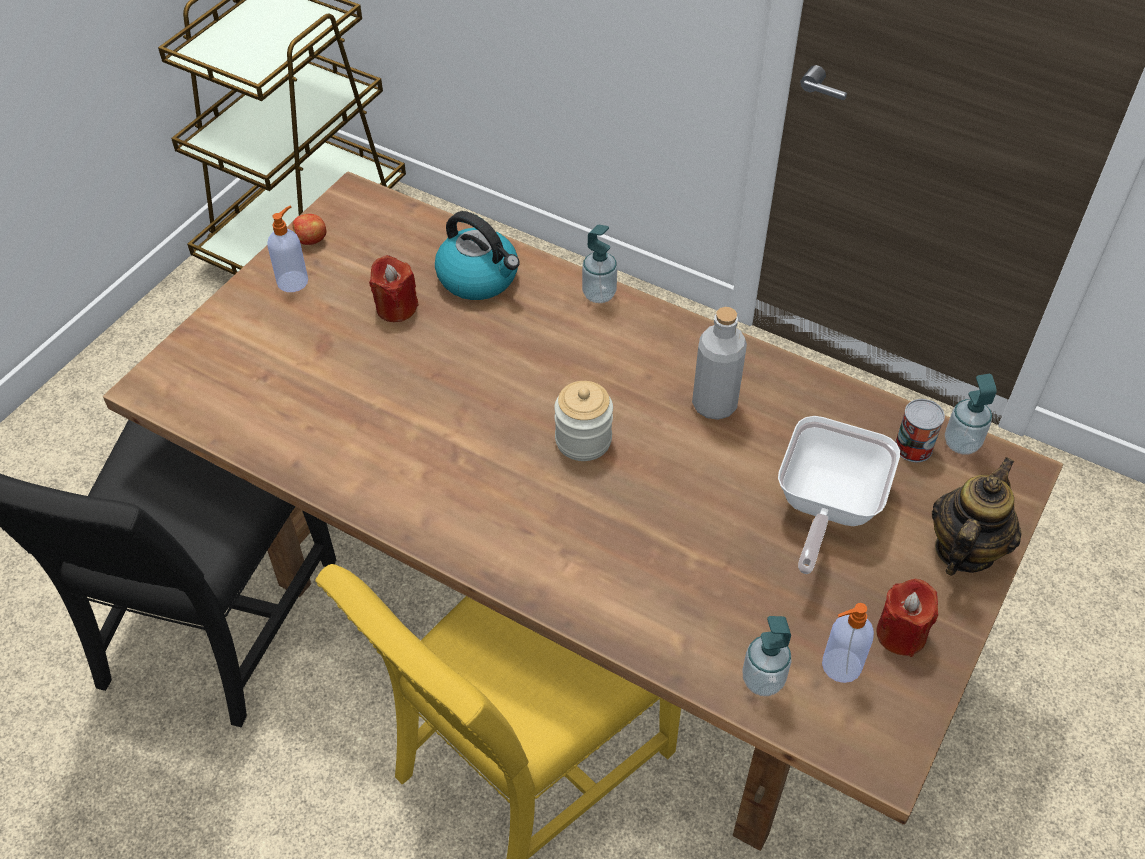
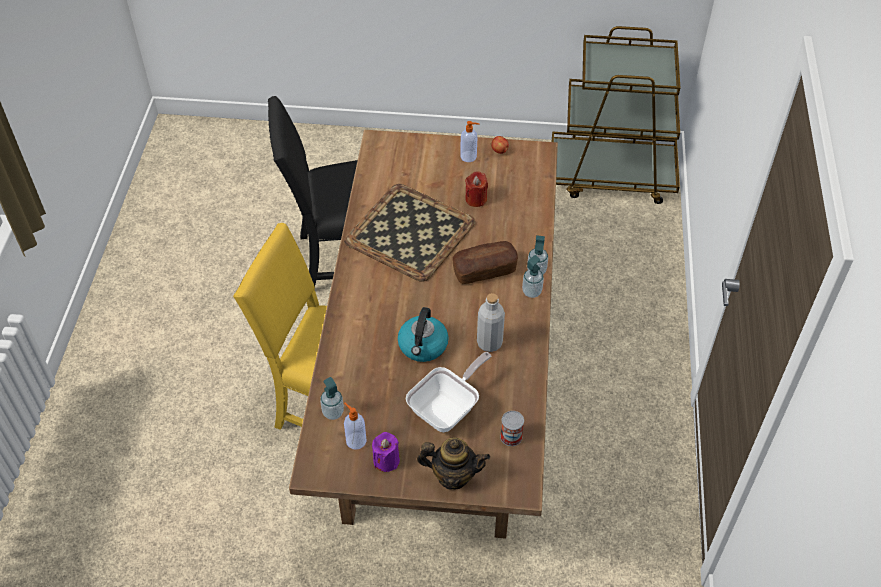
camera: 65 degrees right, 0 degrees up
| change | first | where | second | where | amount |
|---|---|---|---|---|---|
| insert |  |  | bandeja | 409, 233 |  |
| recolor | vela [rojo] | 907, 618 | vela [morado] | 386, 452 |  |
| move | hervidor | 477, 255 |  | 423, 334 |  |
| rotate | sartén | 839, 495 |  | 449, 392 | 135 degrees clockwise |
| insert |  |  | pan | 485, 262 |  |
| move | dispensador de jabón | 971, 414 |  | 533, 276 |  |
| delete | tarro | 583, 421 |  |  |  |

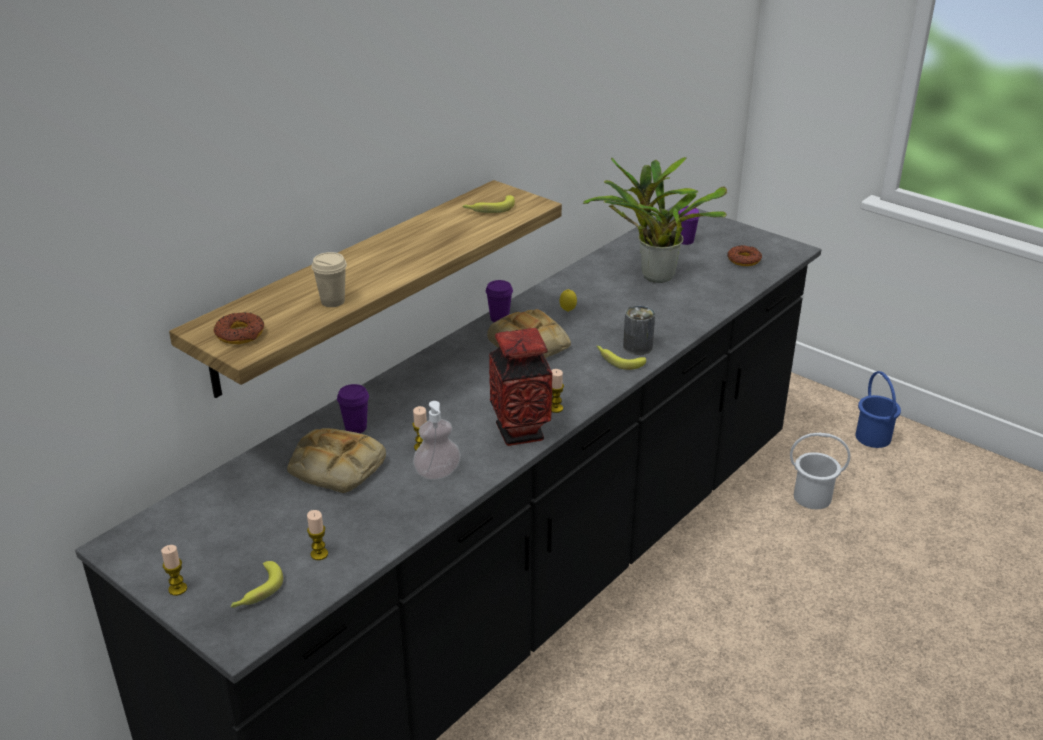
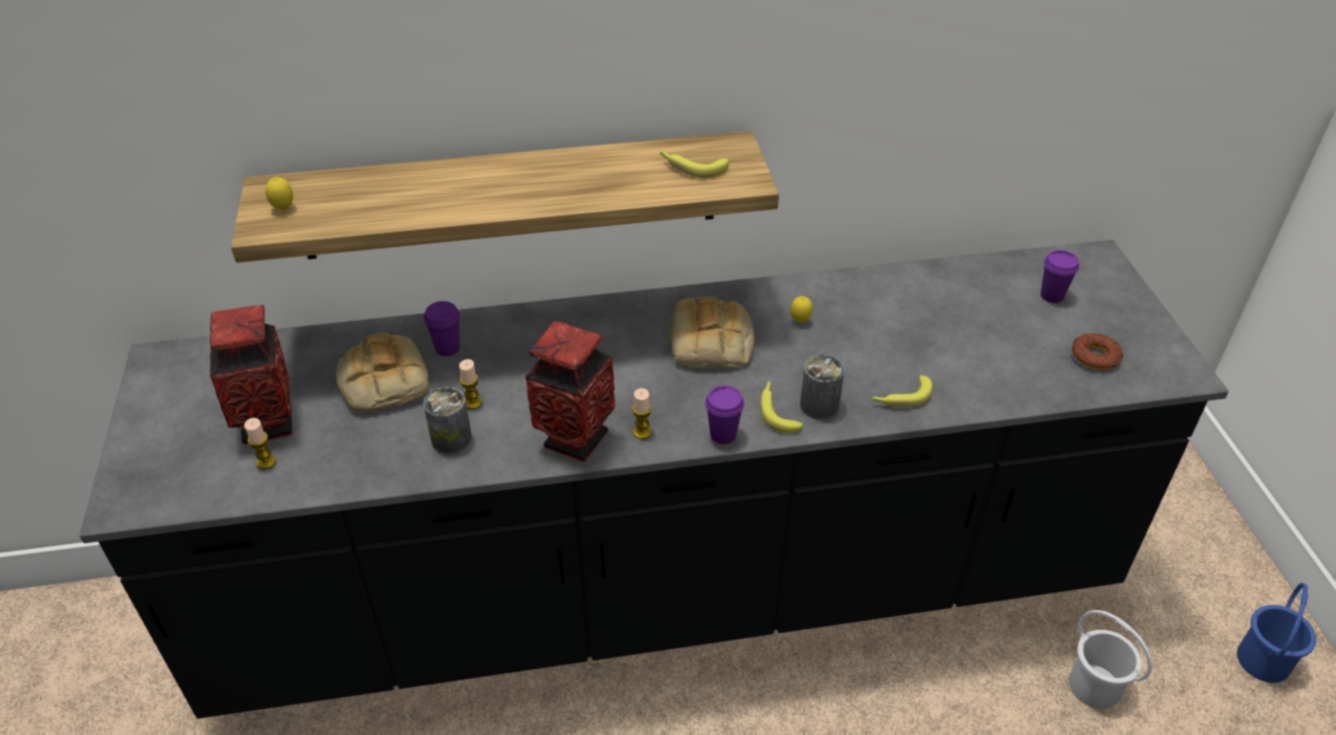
camera: 40 degrees right, 10 degrees up
| change | first | where | second | where | amount |
|---|---|---|---|---|---|
| insert |  |  | florero | 251, 374 |  |
| replace | rosquilla | 239, 328 | limón | 279, 193 |  |
| replace | dispensador de jabón | 437, 440 | lata | 447, 420 |  |
| move | taza [morado] | 499, 301 |  | 724, 414 |  |
| move | plátano | 257, 584 |  | 902, 391 |  |
| delete | vela | 174, 570 |  |  |  |
| delete | taza [beis] | 329, 279 |  |  |  |
| delete | planta en maceta | 655, 220 |  |  |  |

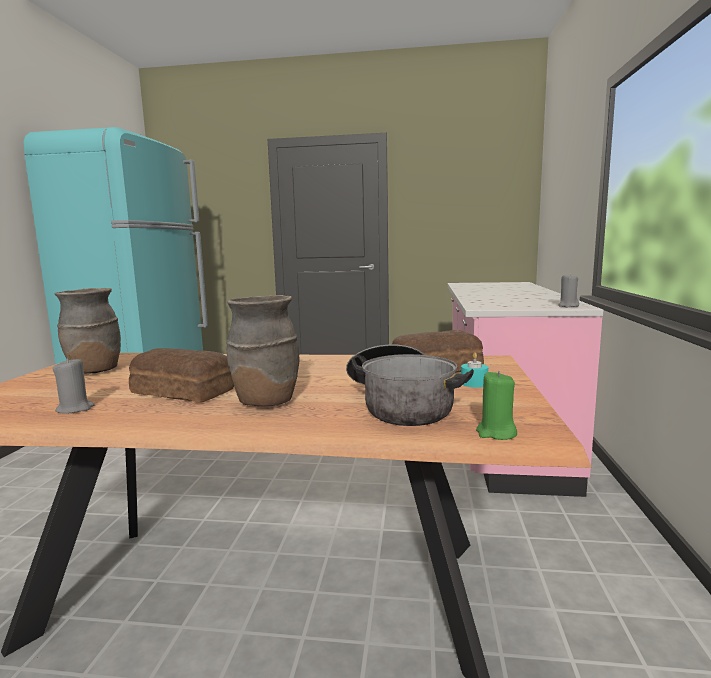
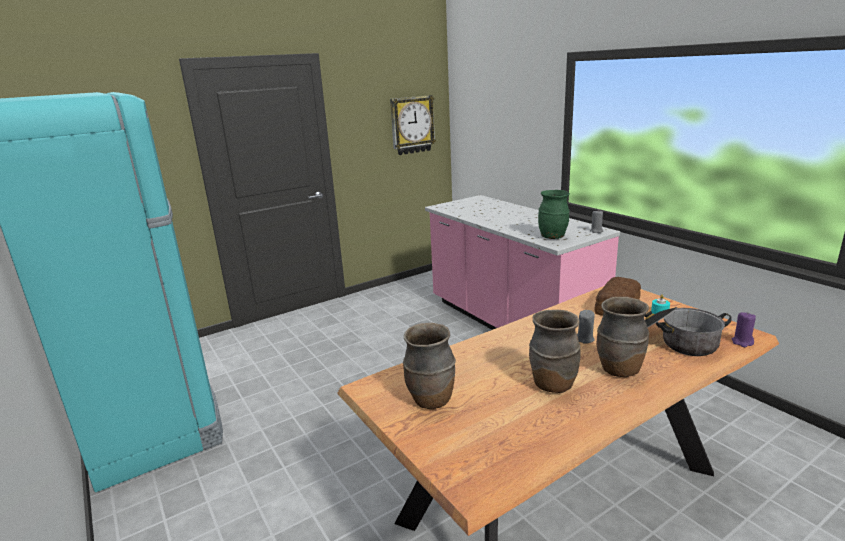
camera: 40 degrees left, 10 degrees up
| change | first | where | second | where | amount |
|---|---|---|---|---|---|
| insert |  |  | reloj de pared | 413, 125 |  |
| replace | pan | 181, 375 | florero [marrón] | 555, 351 |  |
| insert |  |  | florero [verde] | 554, 214 |  |
| move | vela [gris] | 74, 385 |  | 586, 327 |  |
| recolor | vela [verde] | 496, 405 | vela [morado] | 744, 329 |  |

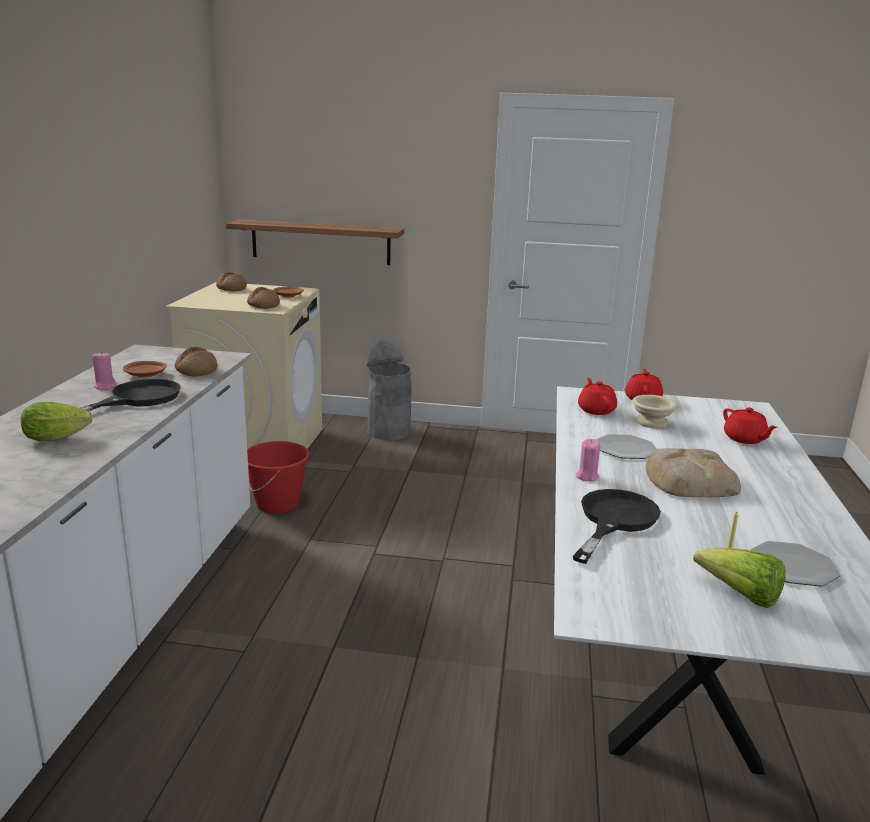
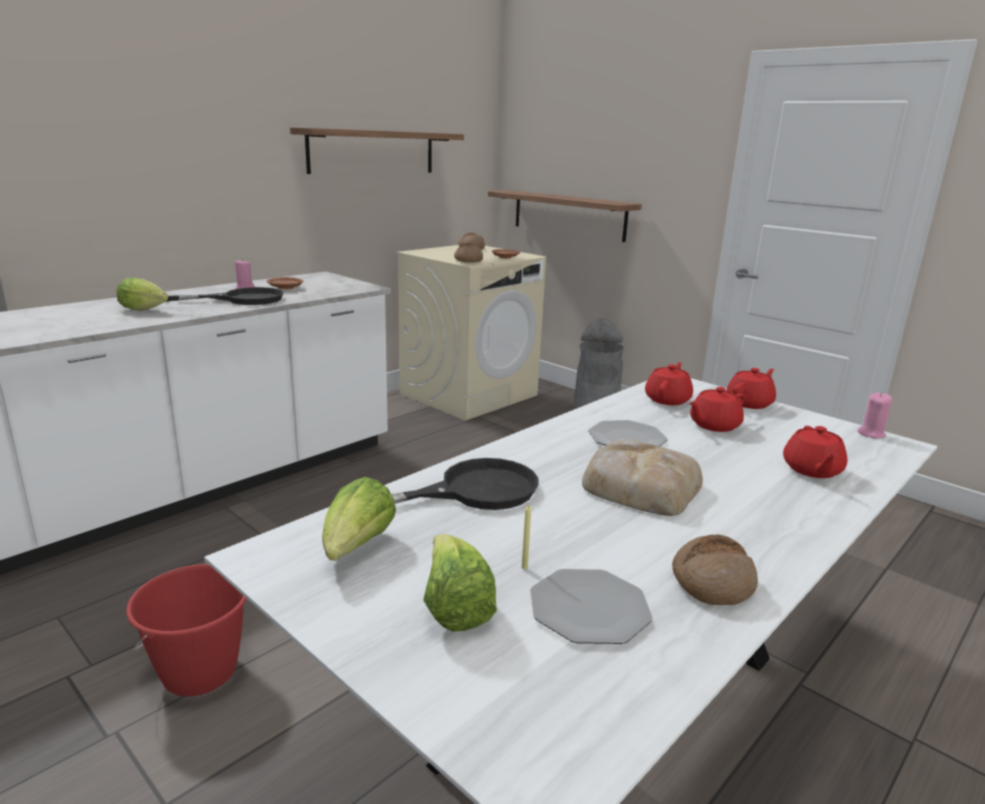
camera: 35 degrees right, 0 degrees up
| change | first | where | second | where | amount |
|---|---|---|---|---|---|
| move | cubo [rojo] | 278, 477 |  | 186, 630 |  |
| insert |  |  | estante | 377, 150 |  |
| insert |  |  | lechuga | 359, 519 |  |
| move | pan | 196, 361 |  | 715, 569 |  |
| replace | cuenco [beis] | 654, 411 | tetera [rojo] | 717, 409 |  |
| move | vela [rosa] | 588, 460 |  | 874, 415 |  |

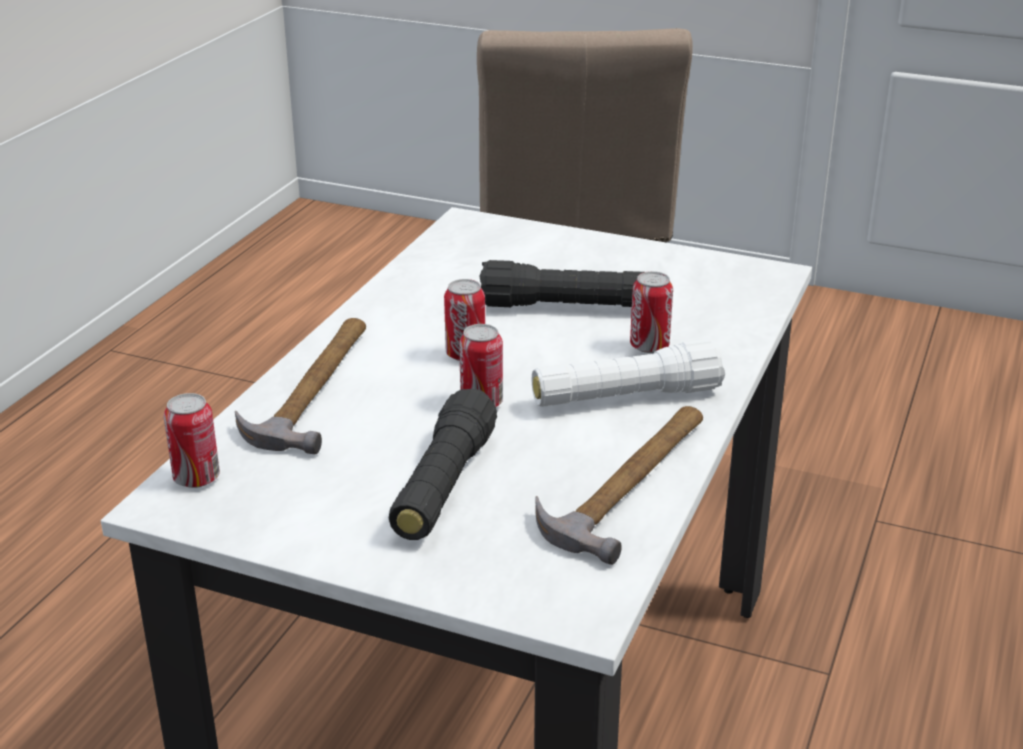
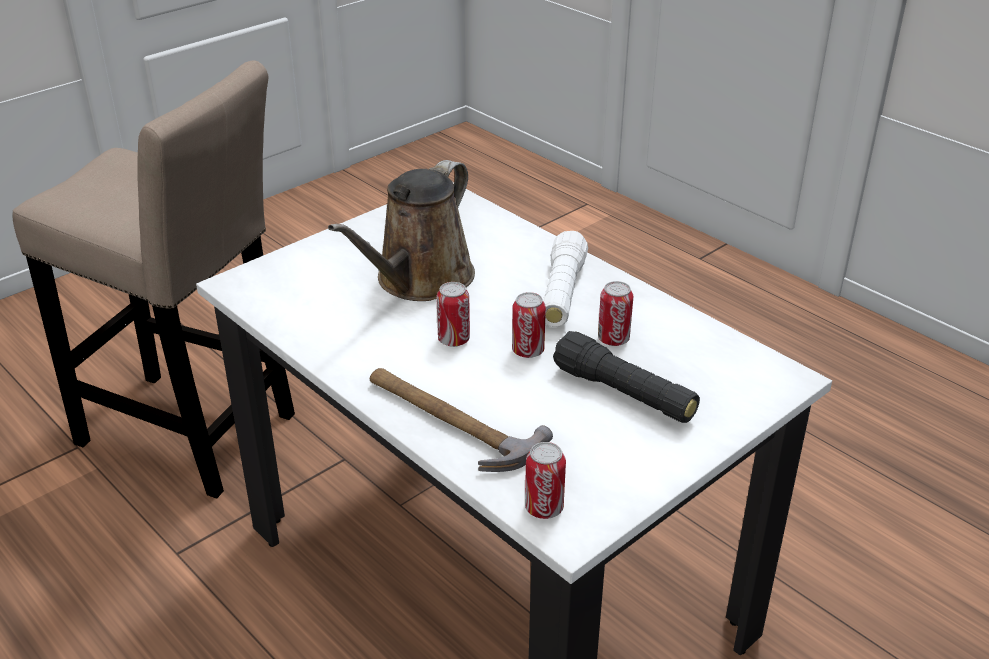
camera: 65 degrees left, 5 degrees up
| change | first | where | second | where | amount |
|---|---|---|---|---|---|
| replace | linterna [negro] | 562, 283 | regadera [marrón] | 401, 230 |  |
| move | lata | 651, 312 |  | 615, 313 |  |
| delete | martillo | 619, 485 |  |  |  |

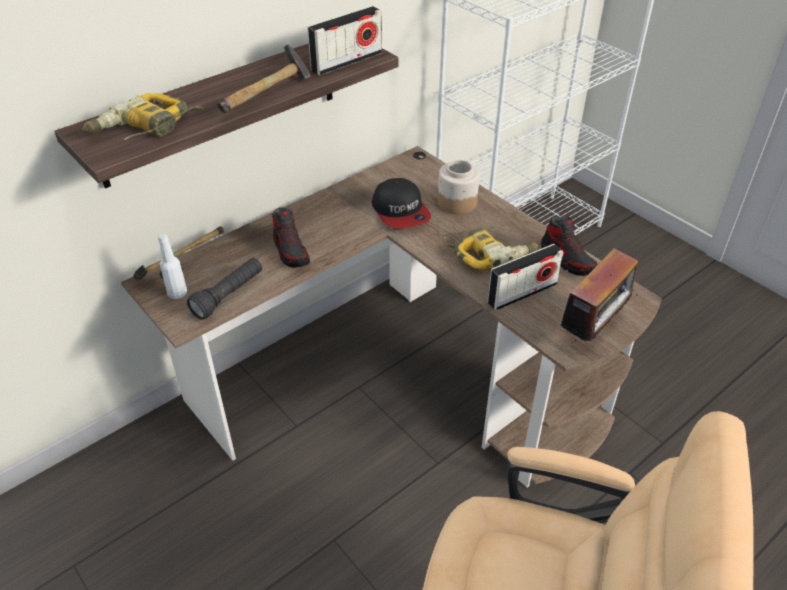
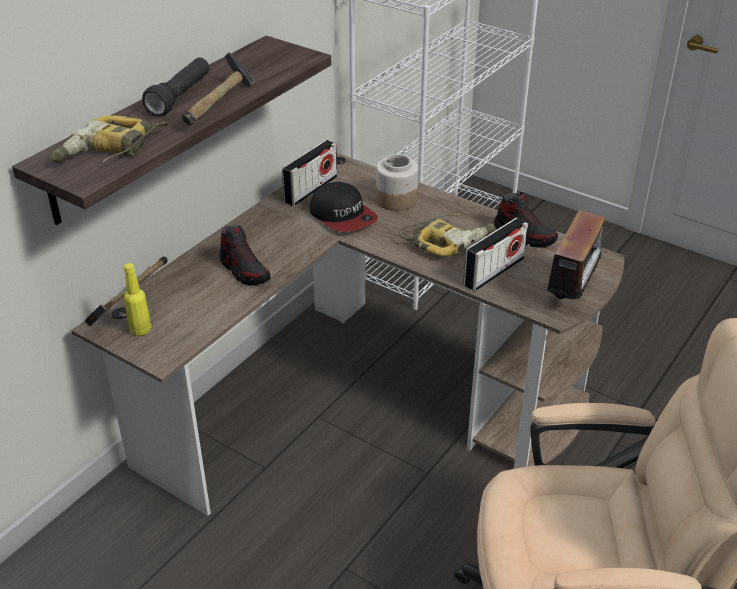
camera: 15 degrees left, 5 degrees down
| change | first | where | second | where | amount |
|---|---|---|---|---|---|
| recolor | botella [blanco] | 172, 266 | botella [amarillo] | 137, 299 |  |
| move | linterna [negro] | 224, 289 |  | 176, 87 |  |
| move | radio | 344, 41 |  | 309, 173 |  |

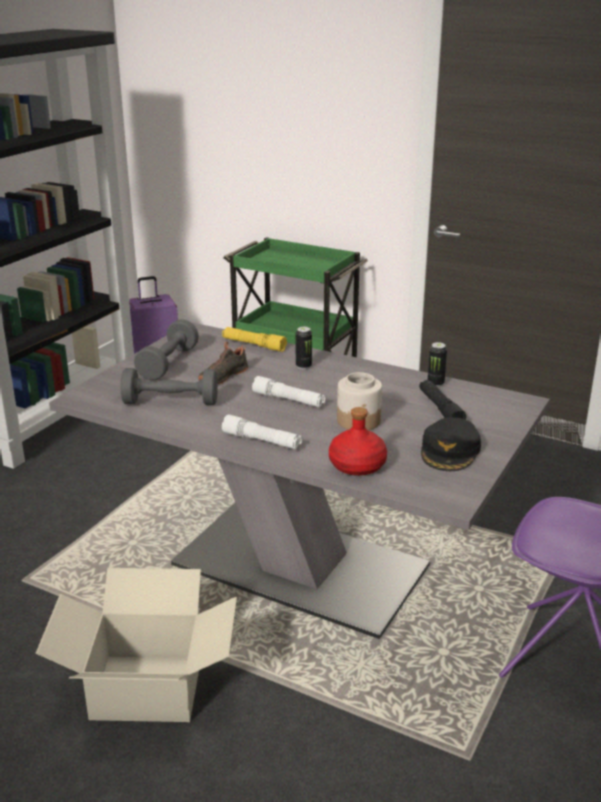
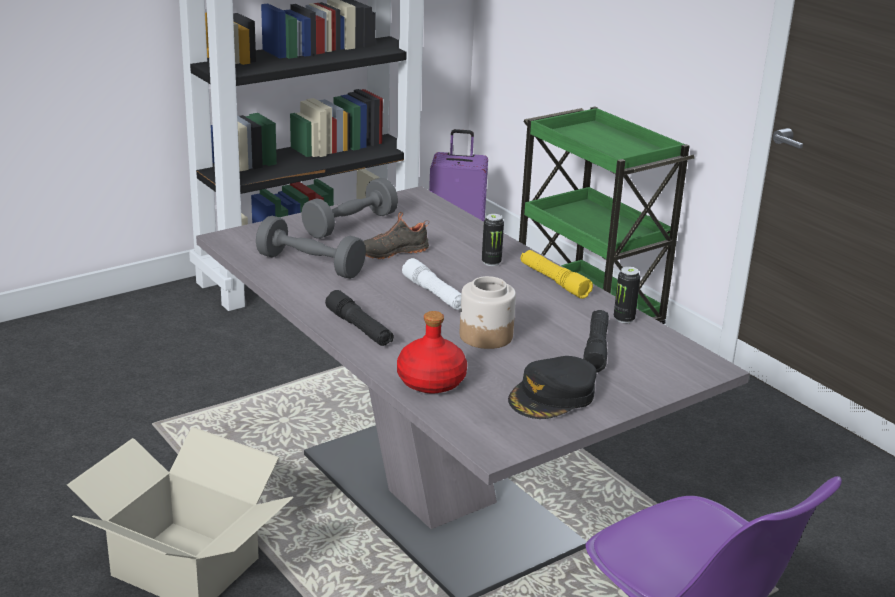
camera: 25 degrees right, 0 degrees up
| change | first | where | second | where | amount |
|---|---|---|---|---|---|
| recolor | linterna [blanco] | 262, 431 | linterna [negro] | 359, 318 |  |
| move | linterna [amarillo] | 254, 339 |  | 557, 274 |  |

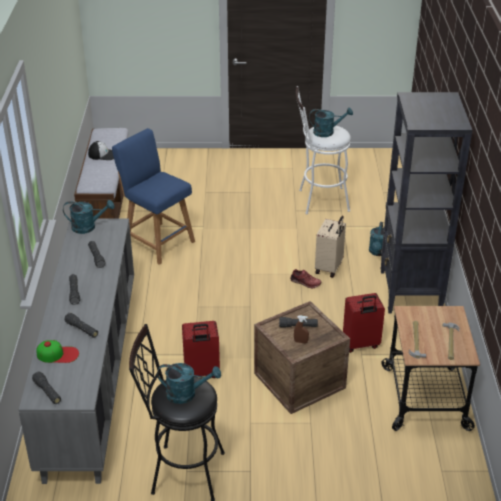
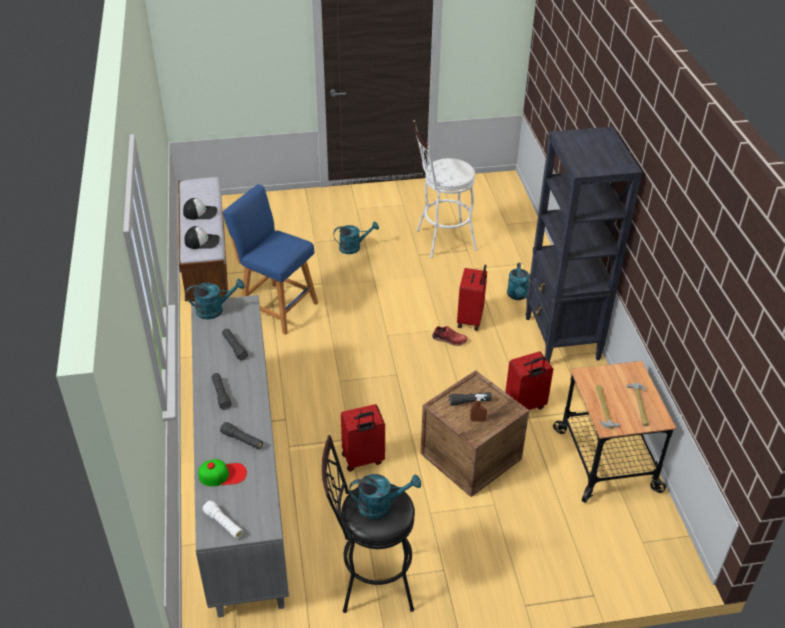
camera: 10 degrees left, 5 degrees up
| change | first | where | second | where | amount |
|---|---|---|---|---|---|
| insert |  |  | gorra | 202, 237 |  |
| recolor | linterna [negro] | 46, 387 | linterna [blanco] | 223, 519 |  |
| move | regadera [turquesa] | 331, 122 |  | 356, 237 |  |
| recolor | maleta [beis] | 330, 247 | maleta [rojo] | 472, 297 |  |

